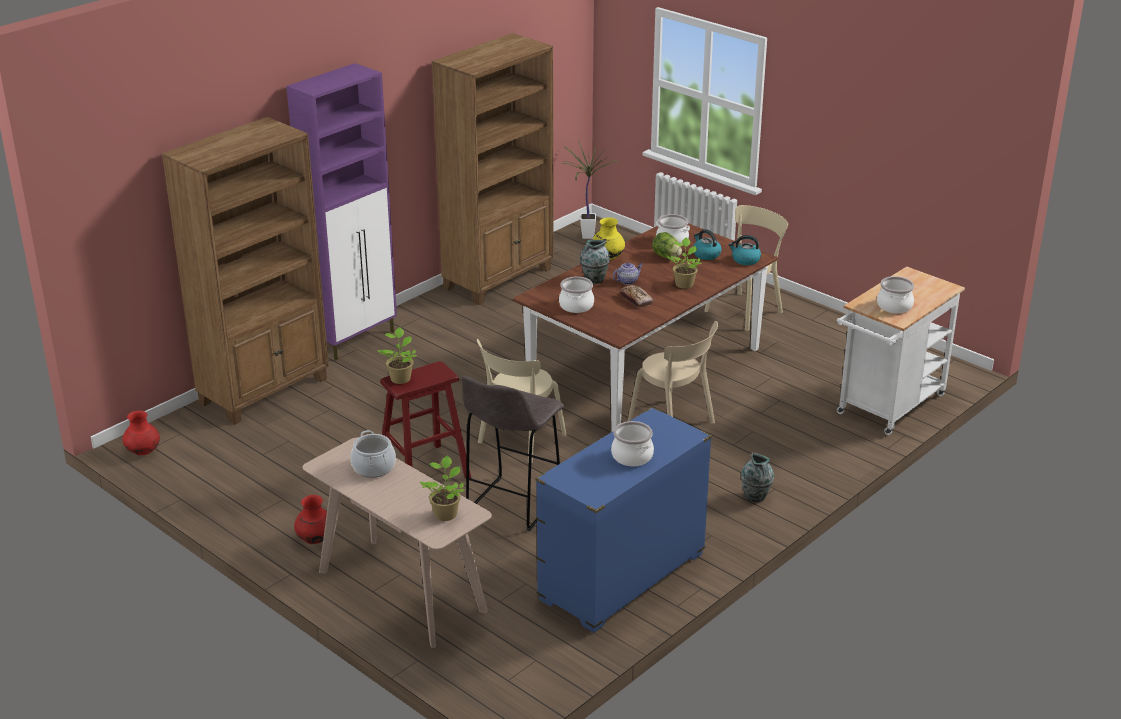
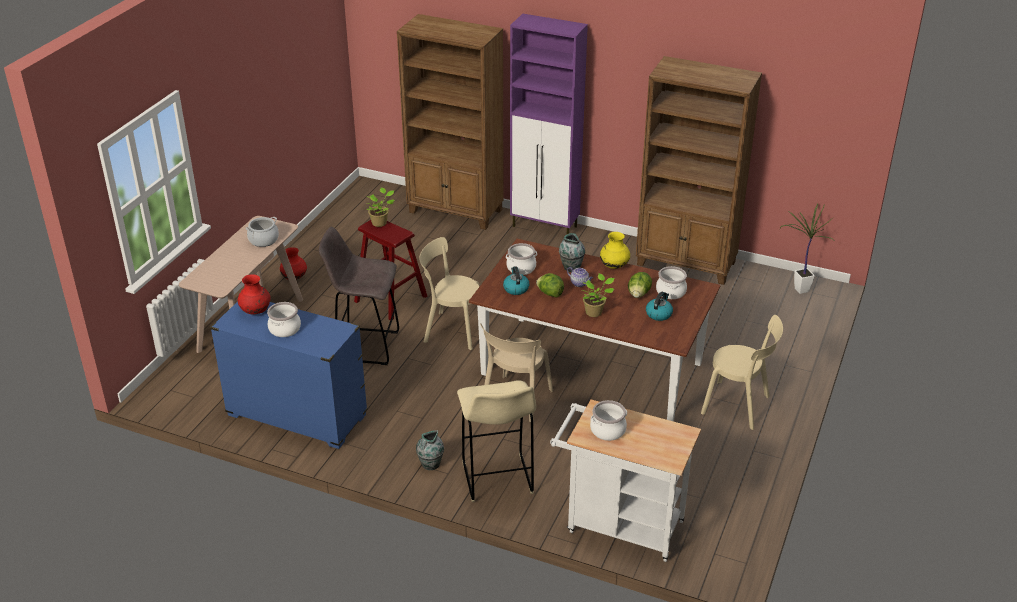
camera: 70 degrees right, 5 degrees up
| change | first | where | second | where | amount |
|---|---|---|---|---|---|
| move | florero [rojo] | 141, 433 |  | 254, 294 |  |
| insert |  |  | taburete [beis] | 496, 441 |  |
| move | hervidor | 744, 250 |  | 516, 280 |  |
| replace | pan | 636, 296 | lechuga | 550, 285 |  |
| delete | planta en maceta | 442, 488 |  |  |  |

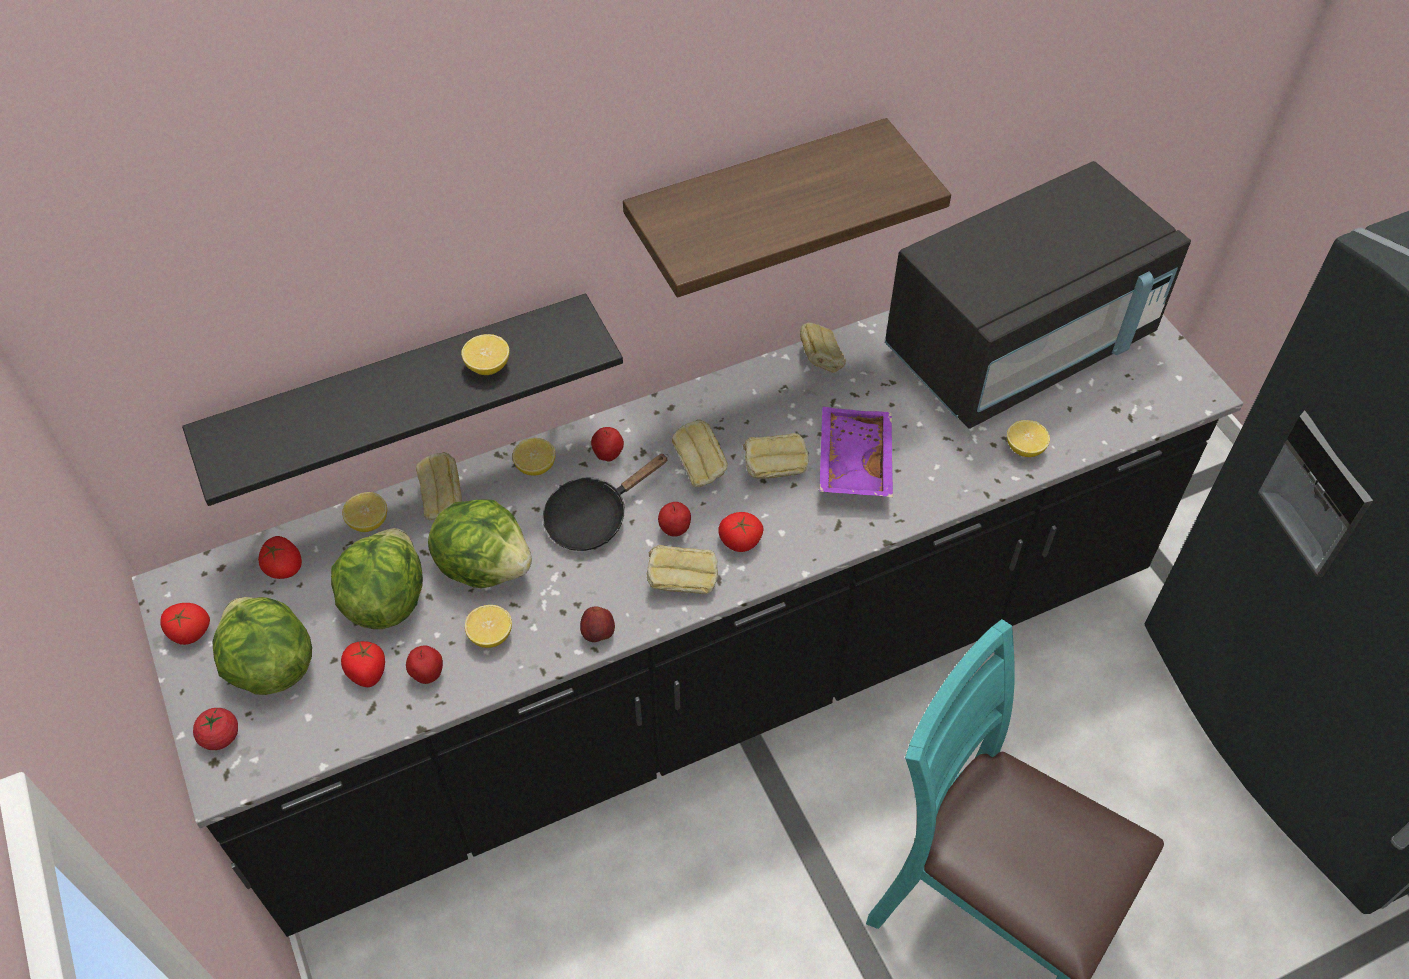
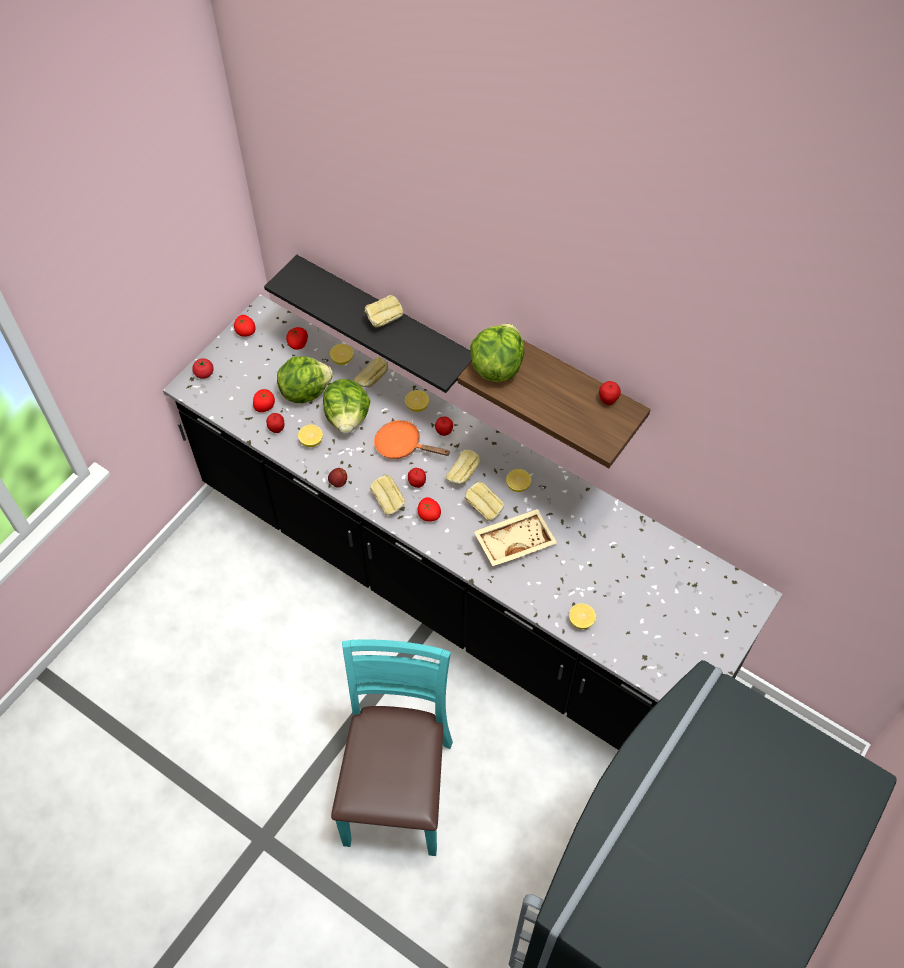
camera: 60 degrees right, 5 degrees up
| change | first | where | second | where | amount |
|---|---|---|---|---|---|
| move | pan | 823, 348 |  | 384, 311 |  |
| recolor | sartén [negro] | 605, 502 | sartén [naranja] | 412, 439 |  |
| move | lechuga | 262, 646 |  | 497, 353 |  |
| recolor | bandeja [morado] | 856, 452 | bandeja [beis] | 515, 537 |  |
| move | limón | 485, 354 |  | 518, 480 |  |
| insert |  |  | manzana | 610, 393 |  |
| delete | microondas [negro] | 1038, 295 |  |  |  |

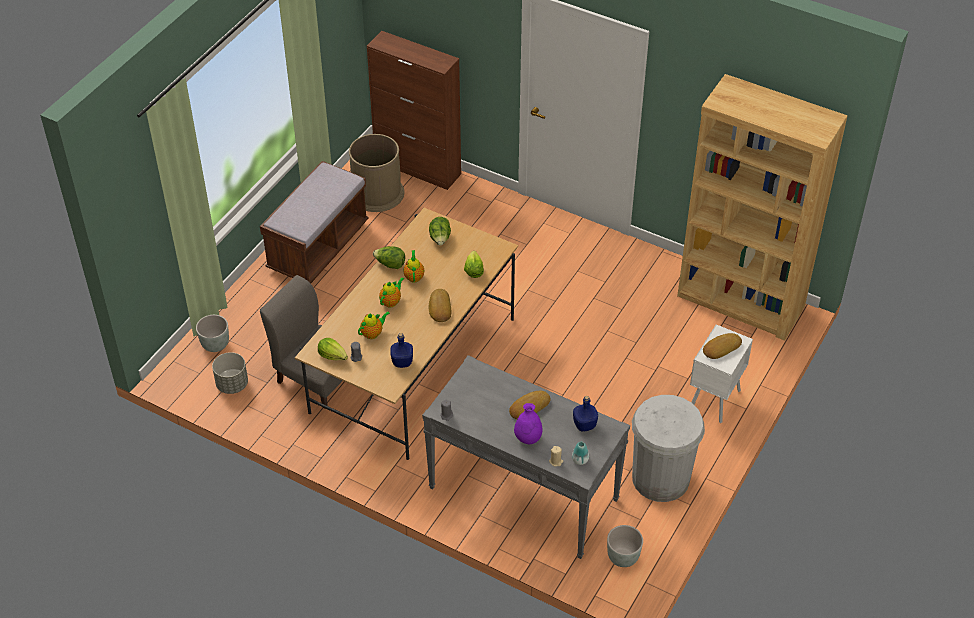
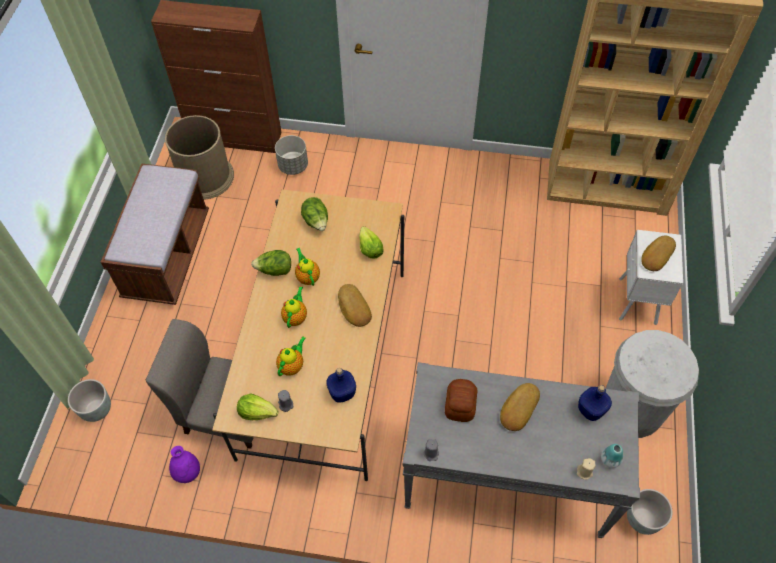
camera: 20 degrees left, 10 degrees up
| change | first | where | second | where | amount |
|---|---|---|---|---|---|
| move | florero [morado] | 528, 423 |  | 184, 464 |  |
| move | maceta [gris] | 230, 373 |  | 291, 155 |  |
| insert |  |  | pan | 461, 400 |  |

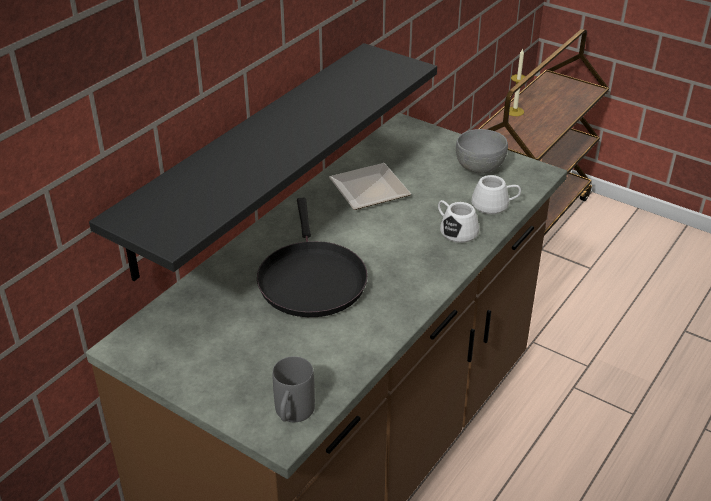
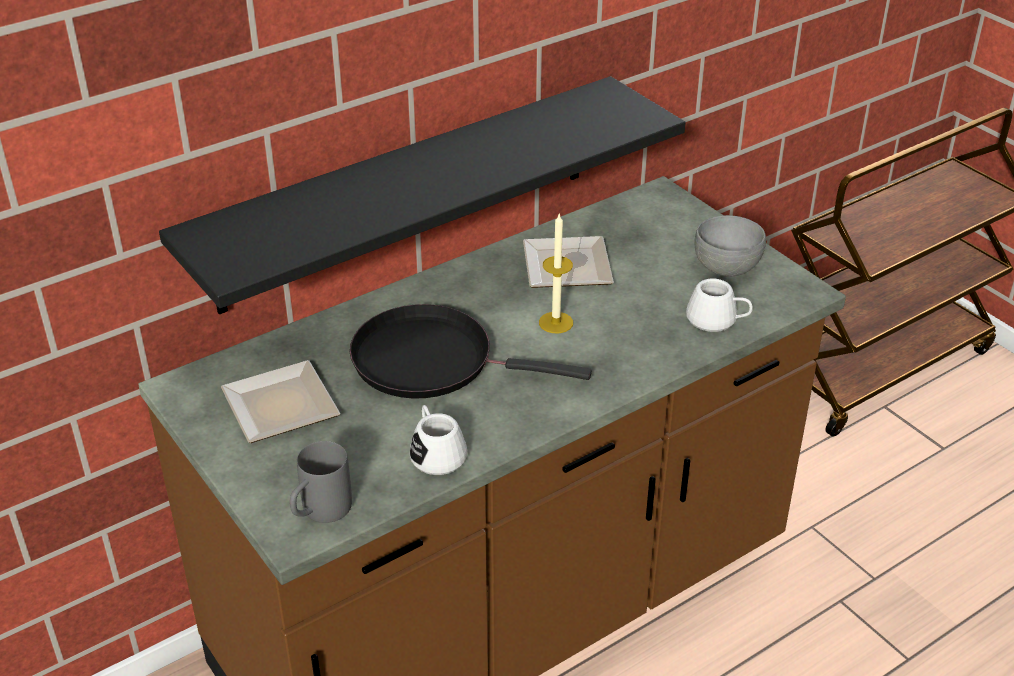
camera: 20 degrees right, 0 degrees up
| change | first | where | second | where | amount |
|---|---|---|---|---|---|
| insert |  |  | plato | 281, 401 |  |
| rotate | sartén [negro] | 312, 257 |  | 471, 351 | 90 degrees clockwise |
| move | taza grande [blanco] | 458, 221 |  | 438, 440 |  |
| move | vela | 517, 82 |  | 556, 273 |  |

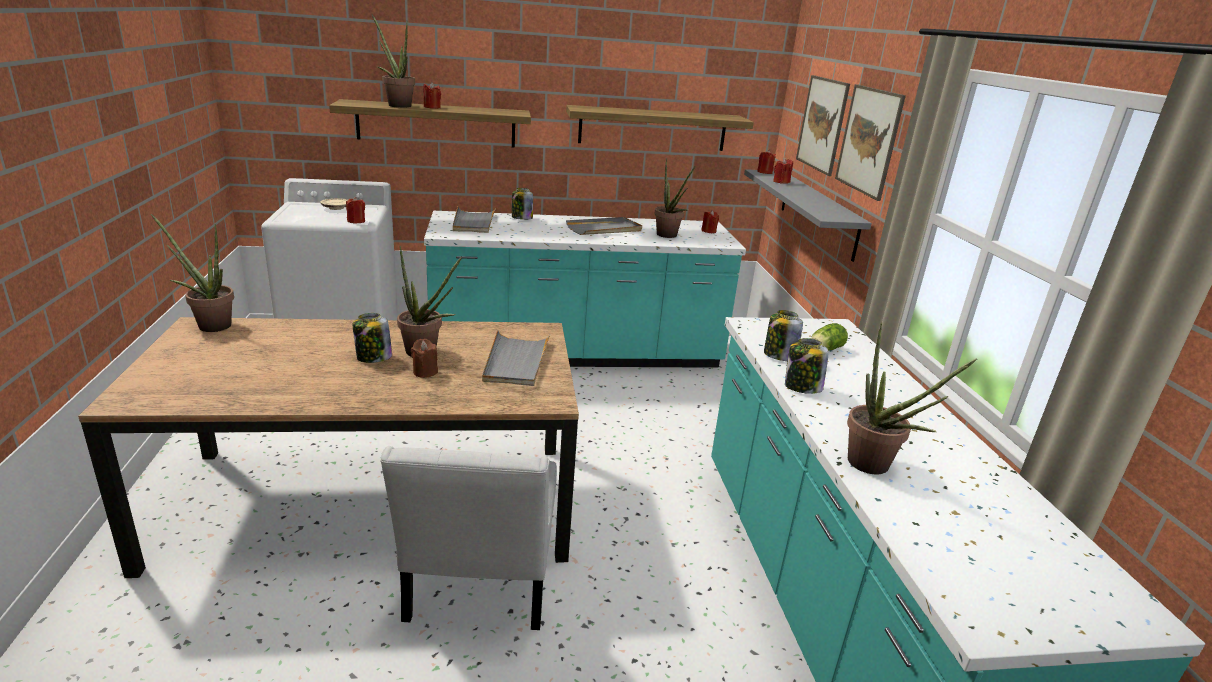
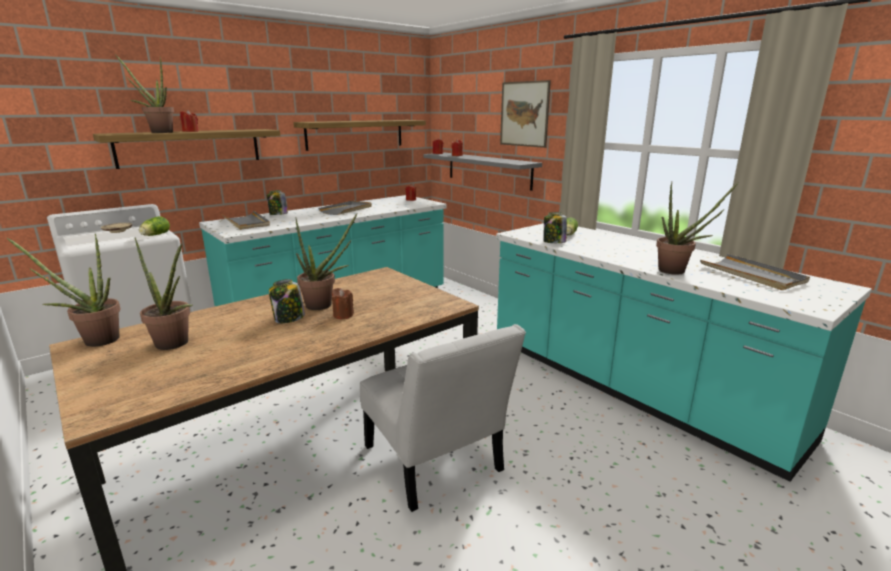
camera: 30 degrees left, 5 degrees down
| change | first | where | second | where | amount |
|---|---|---|---|---|---|
| move | planta en maceta | 675, 198 |  | 164, 293 |  |
| replace | vela [rojo] | 355, 210 | lechuga | 154, 226 |  |
| move | bandeja [gris] | 516, 358 |  | 755, 272 |  |
| delete | tarro | 807, 366 |  |  |  |
| delete | cuadro | 823, 125 |  |  |  |

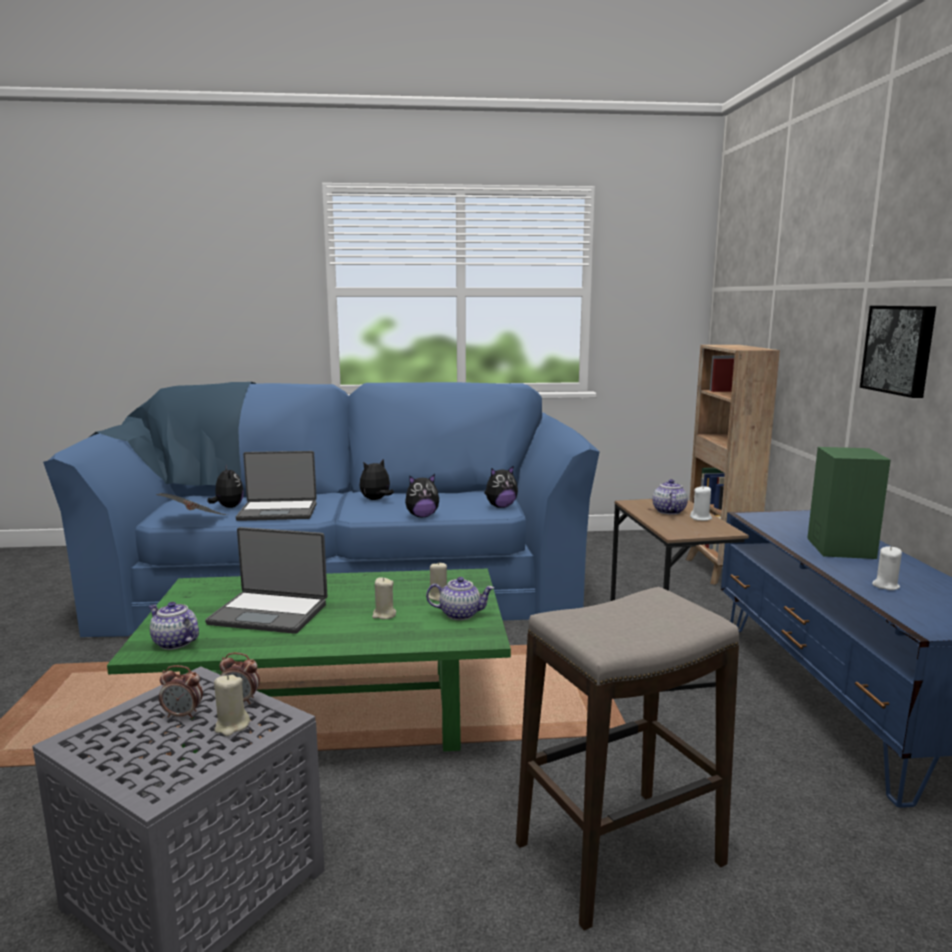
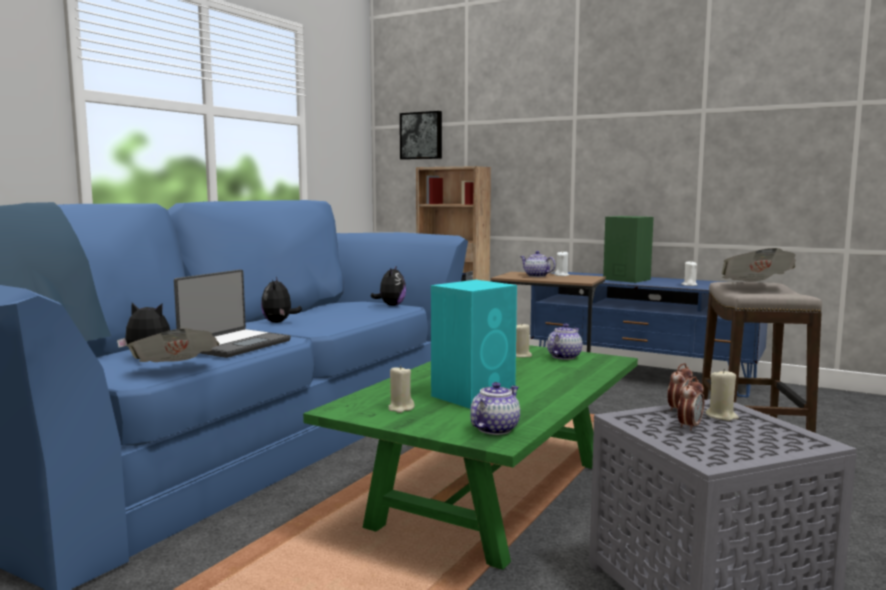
camera: 55 degrees left, 5 degrees down
| change | first | where | second | where | amount |
|---|---|---|---|---|---|
| move | vela [beis] | 384, 598 |  | 402, 389 |  |
| move | cuadro | 898, 352 |  | 421, 135 |  |
| replace | portátil | 266, 580 | altavoz [turquesa] | 474, 344 |  |
| rotate | tetera | 174, 626 |  | 495, 408 | 150 degrees clockwise |
| insert |  |  | periódico | 759, 265 |  |
| delete | peluche | 422, 495 |  |  |  |

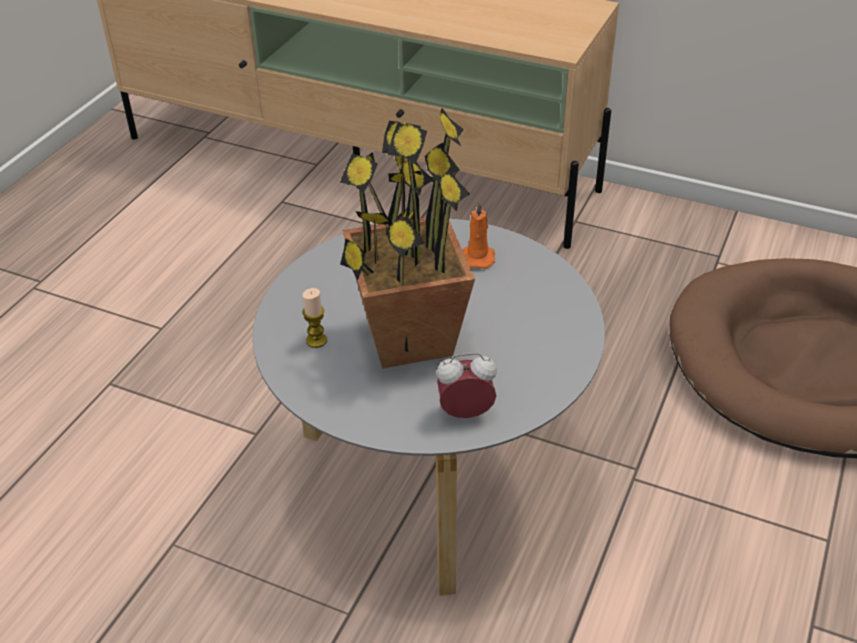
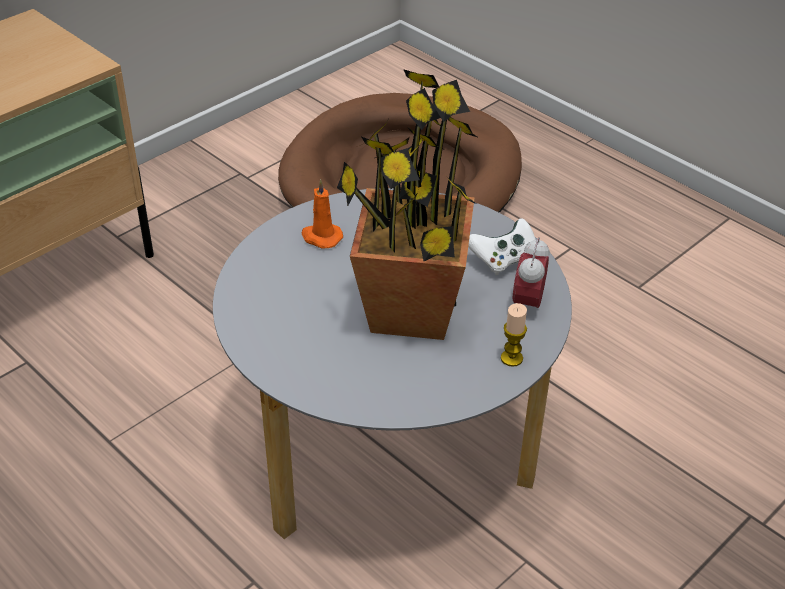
camera: 70 degrees left, 0 degrees up
| change | first | where | second | where | amount |
|---|---|---|---|---|---|
| insert |  |  | mando de consola [blanco] | 502, 246 |  |
| move | vela | 314, 318 |  | 514, 335 |  |

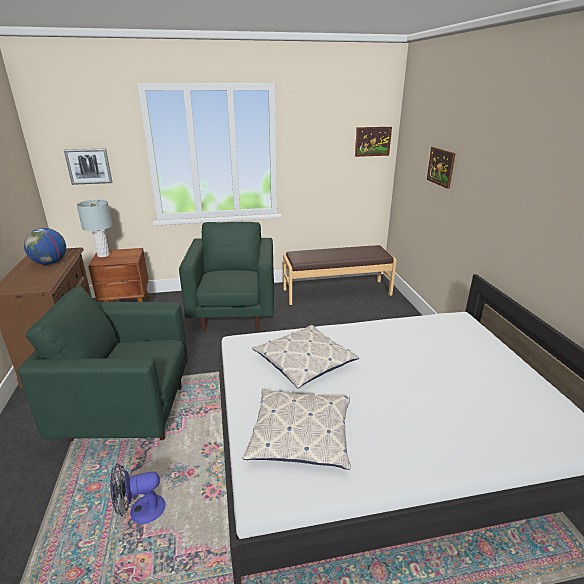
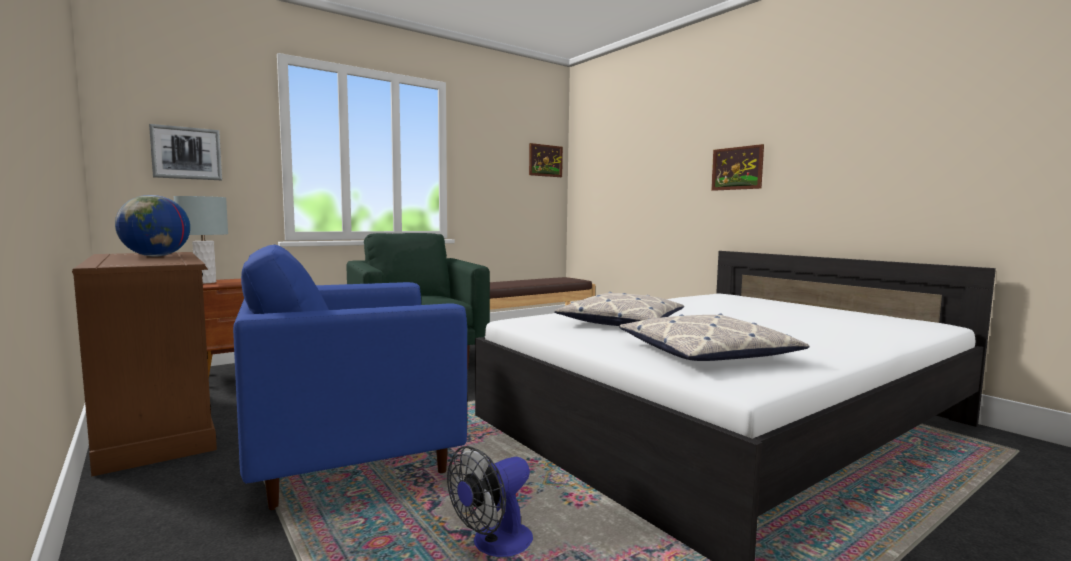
camera: 25 degrees left, 20 degrees down
| change | first | where | second | where | amount |
|---|---|---|---|---|---|
| recolor | sillón [verde] | 103, 364 | sillón [azul] | 350, 377 |  |
| move | cuadro | 441, 168 |  | 737, 167 |  |

